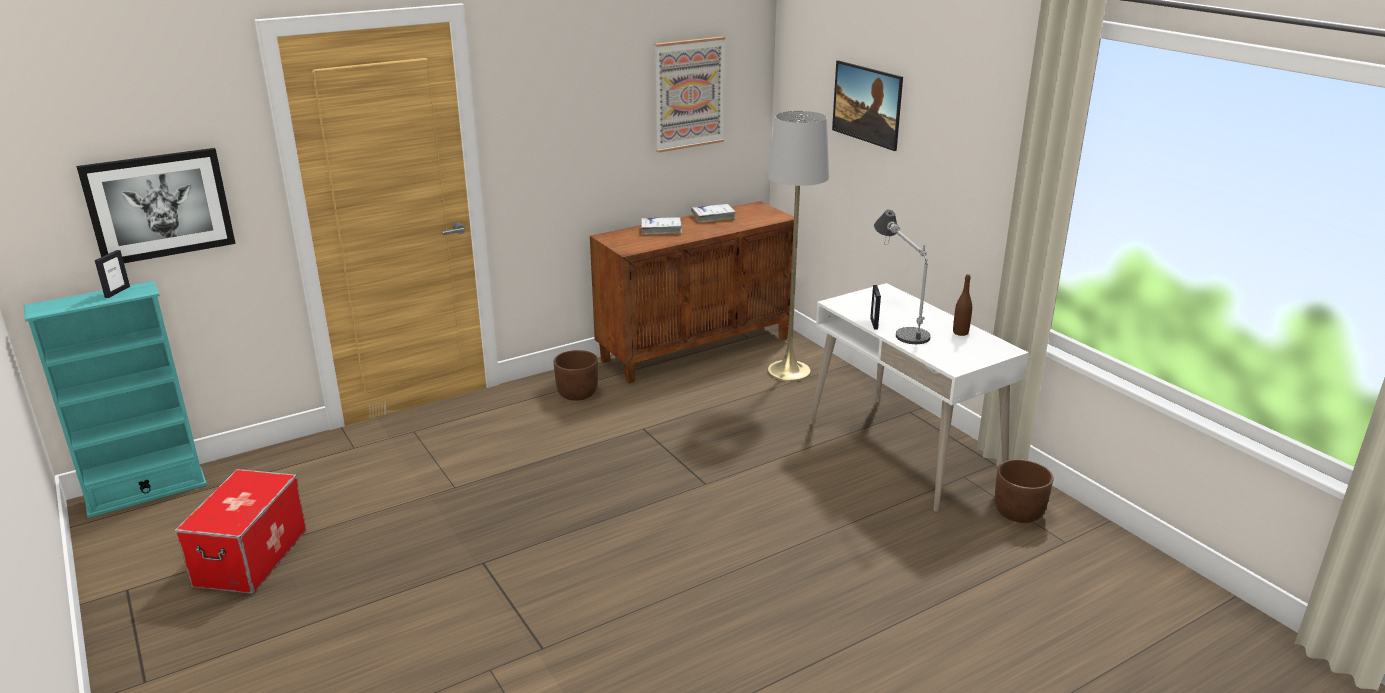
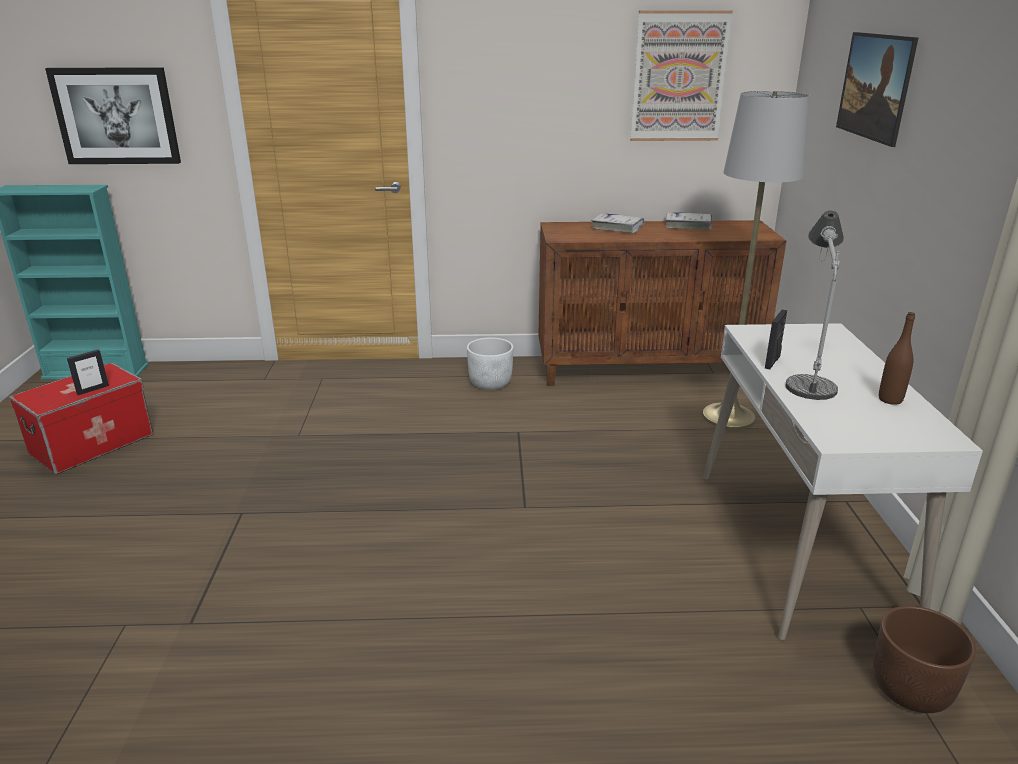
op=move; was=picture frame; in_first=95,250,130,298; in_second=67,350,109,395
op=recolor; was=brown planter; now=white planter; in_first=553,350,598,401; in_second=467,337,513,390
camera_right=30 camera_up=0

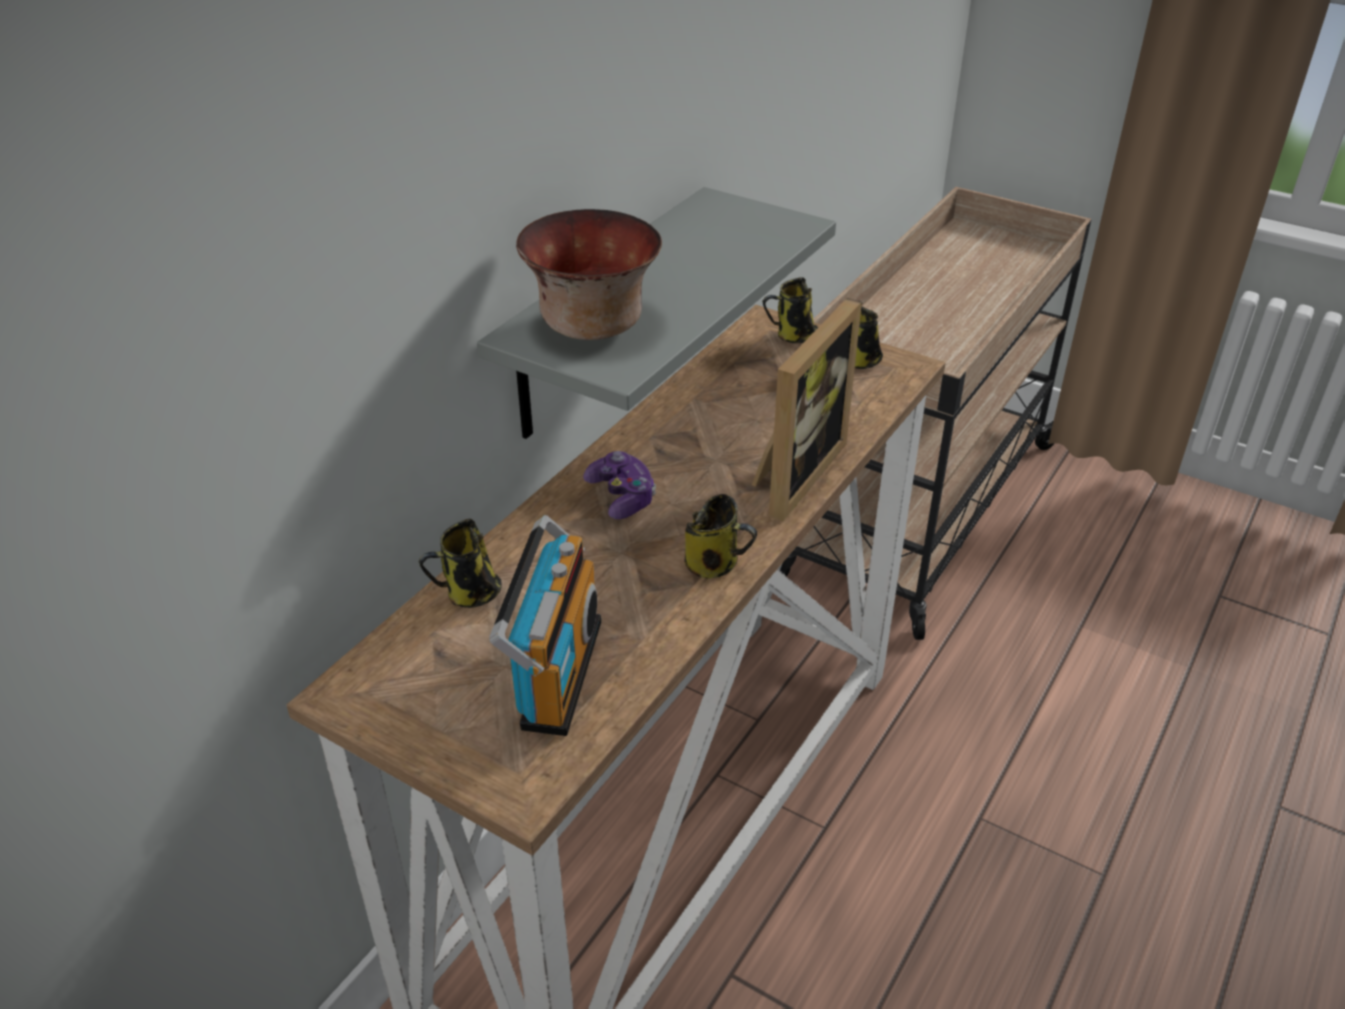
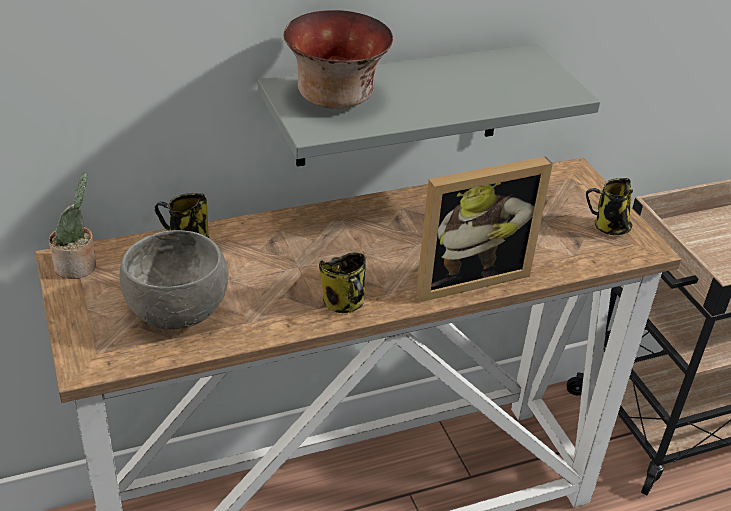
op=delete; was=mug; in_first=762,277,818,343
op=delete; was=game controller; in_first=583,451,656,519
op=replace; was=radio; now=grey bowl; in_first=489,515,601,736; in_second=119,230,229,330
op=insert; now=potted plant; in_second=49,172,96,279
camera_right=35 camera_up=0

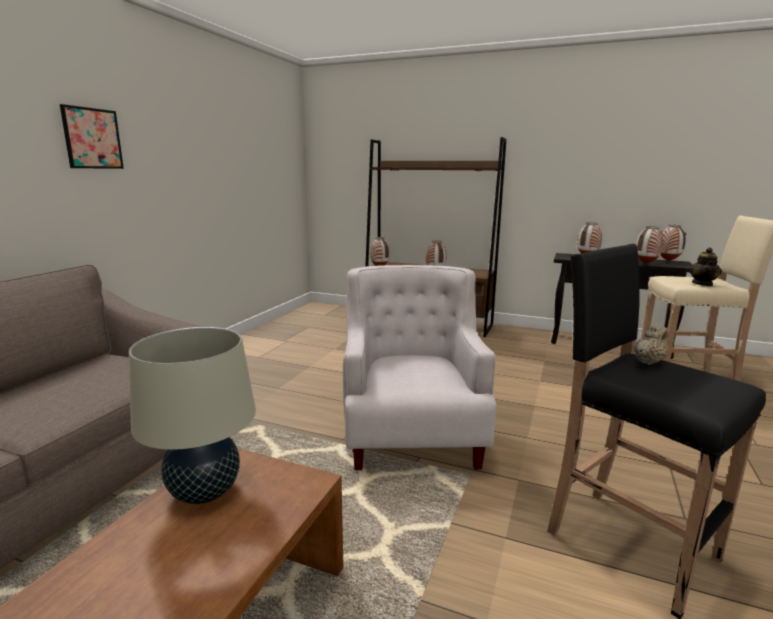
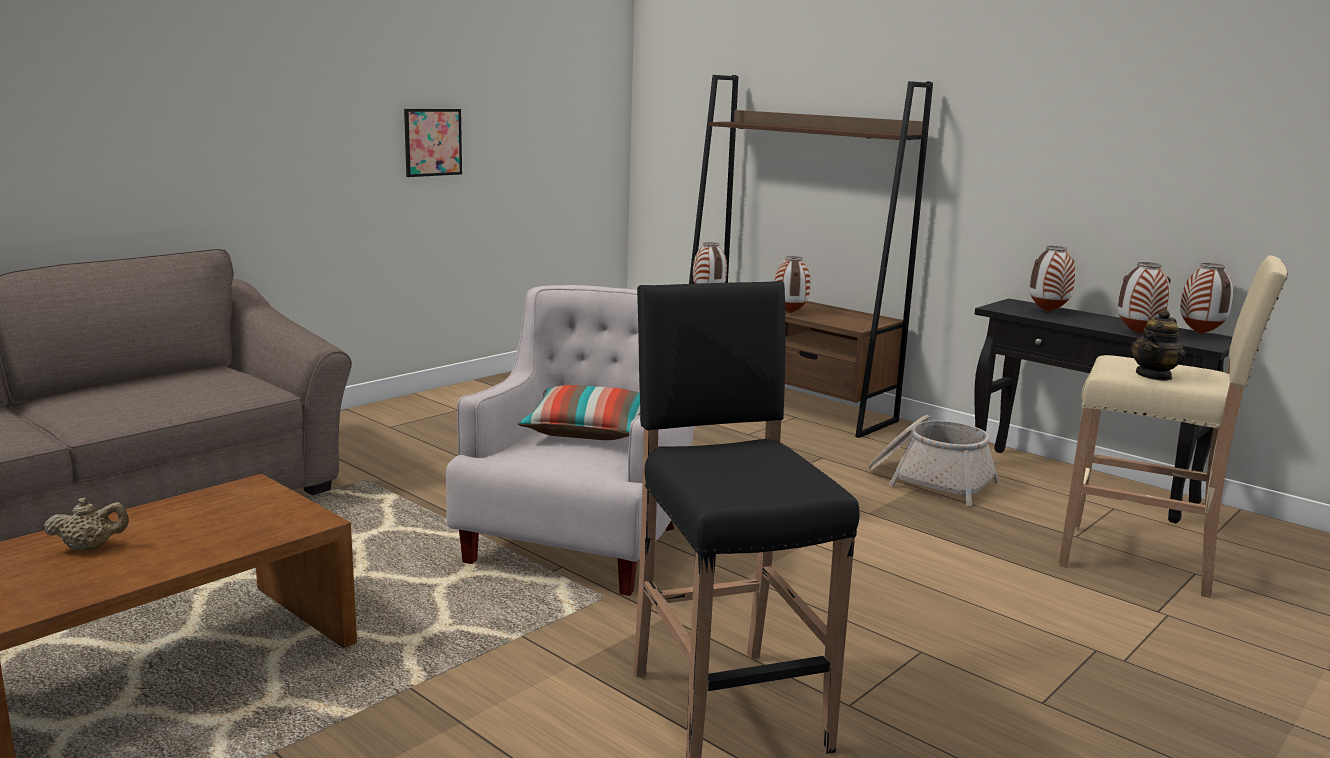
op=move; was=picture; in_first=60,104,124,169; in_second=404,109,462,177
op=move; was=beige teapot; in_first=634,326,669,365; in_second=44,498,129,551
op=delete; was=beige table lamp; in_first=129,327,256,504
op=insert; now=pillow; in_second=517,385,640,440
op=insert; now=basket; in_second=868,415,999,506
camera_right=20 camera_up=0

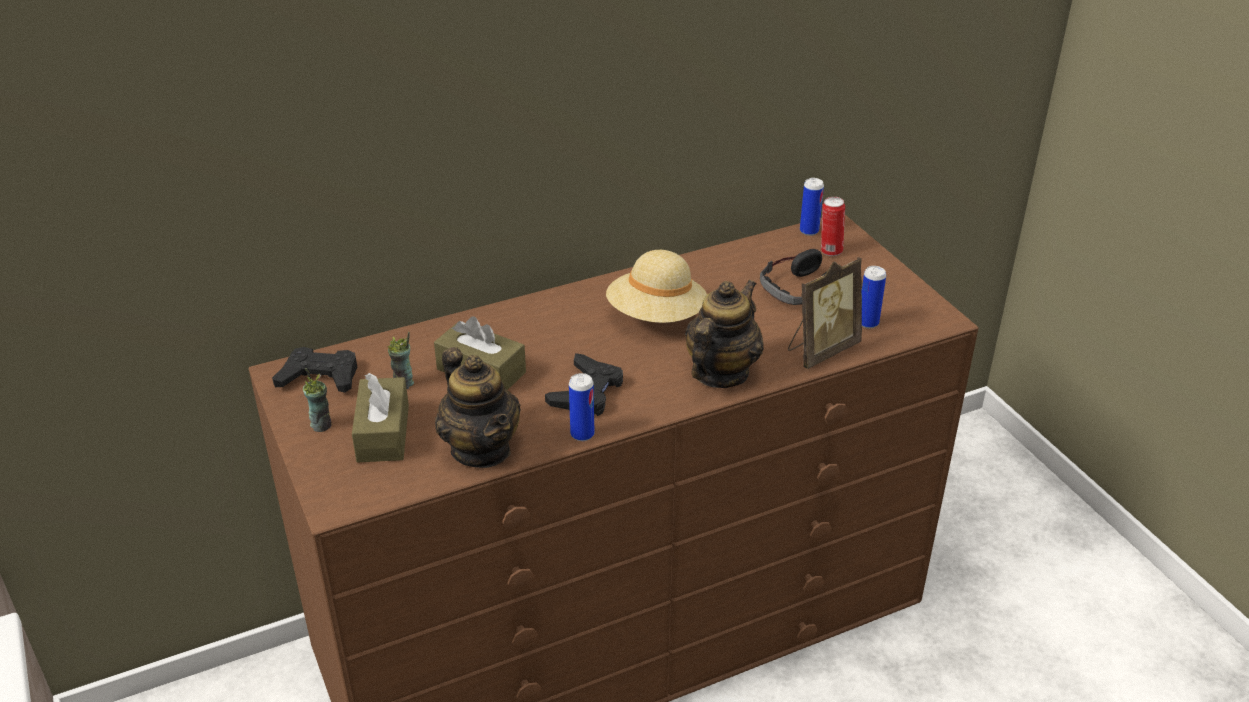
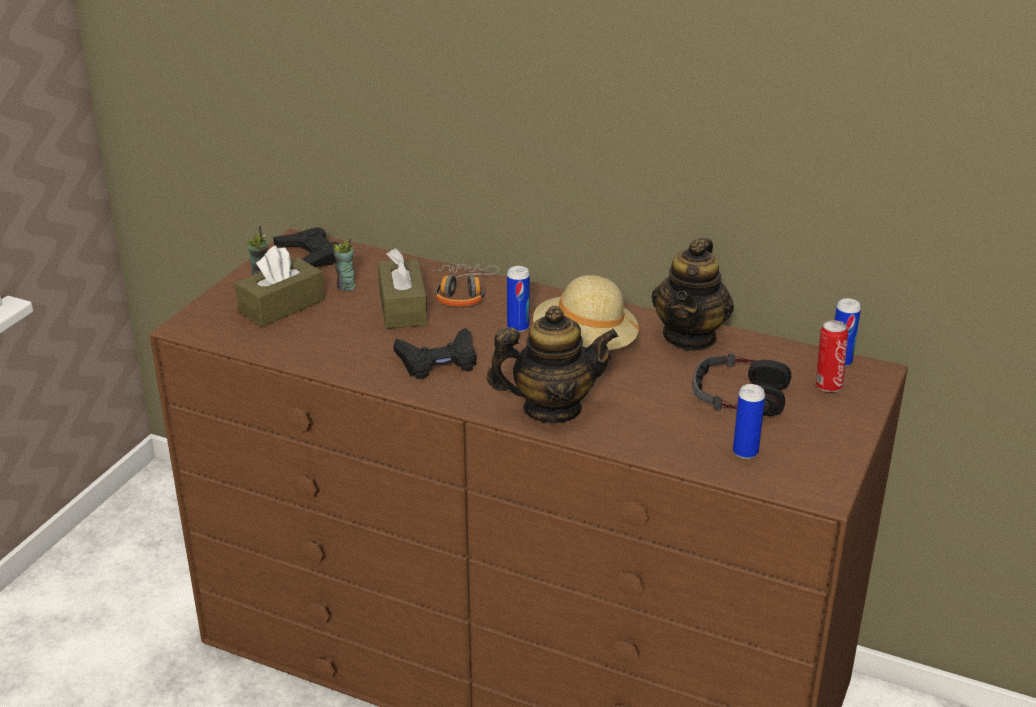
op=delete; was=picture frame; in_first=788,257,862,369
op=move; was=teapot; in_first=435,347,521,468; in_second=652,238,734,351
op=move; was=can; in_first=569,373,594,441; in_second=507,266,530,332
op=insert; now=headphones; in_second=431,264,499,306
camera_right=50 camera_up=-5

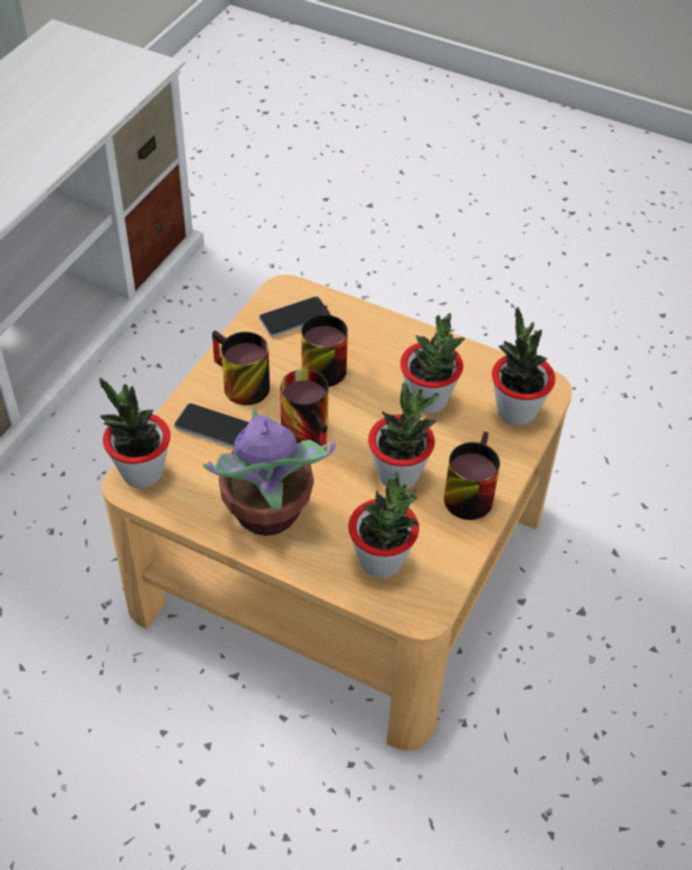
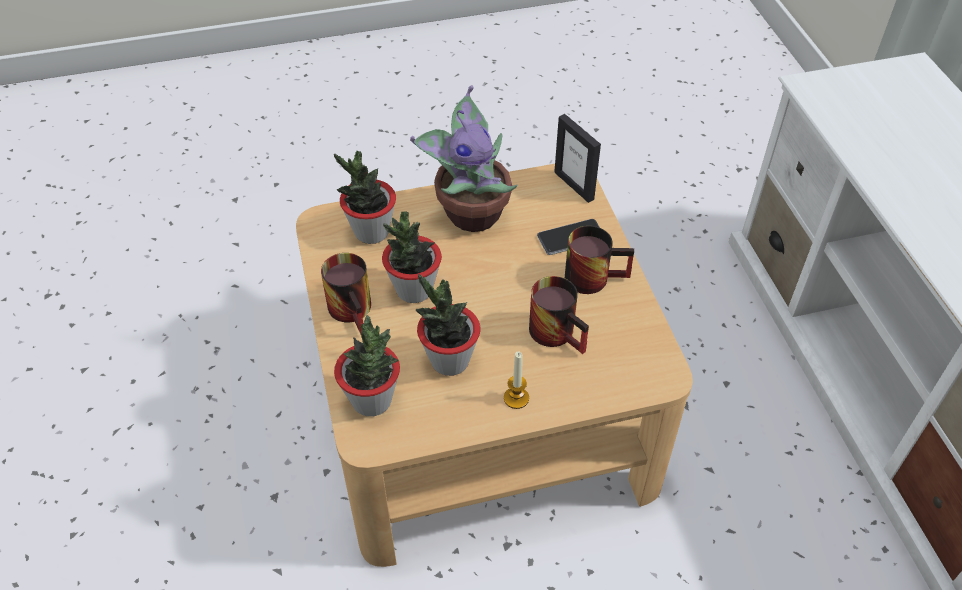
op=delete; was=phone; in_first=259,296,331,337
op=delete; was=mug; in_first=280,369,328,451
op=replace; was=potted plant; now=picture frame; in_first=99,378,170,488; in_second=554,114,601,203
op=insert; now=candle; in_second=504,352,529,409
camera_right=140 camera_up=0

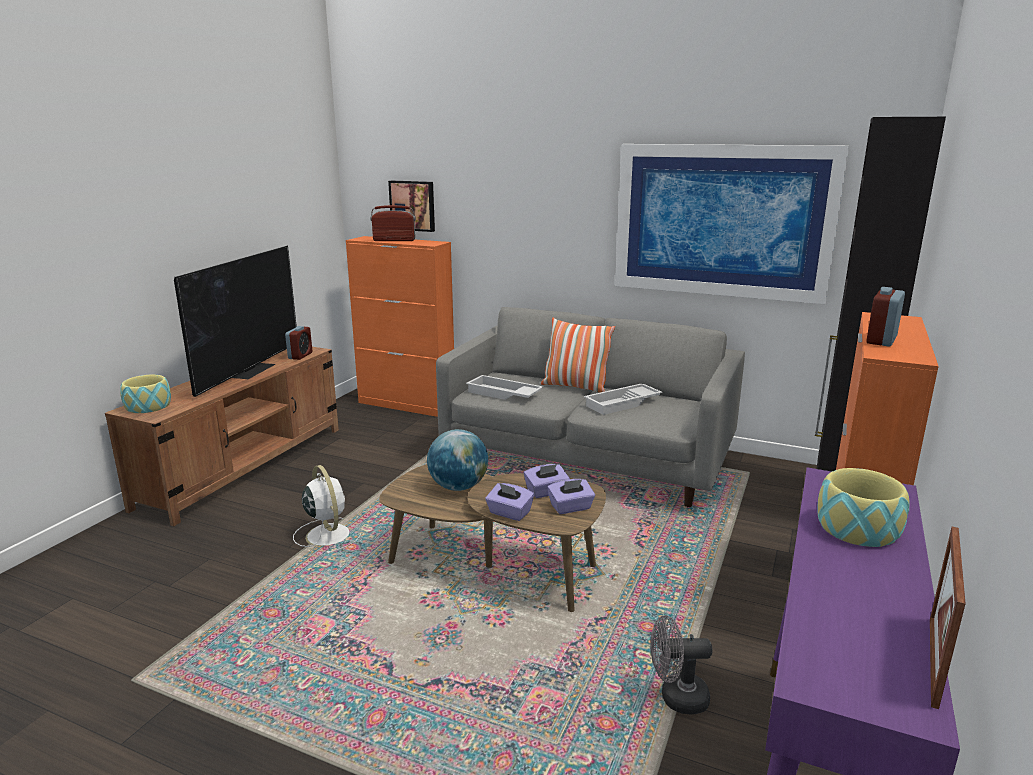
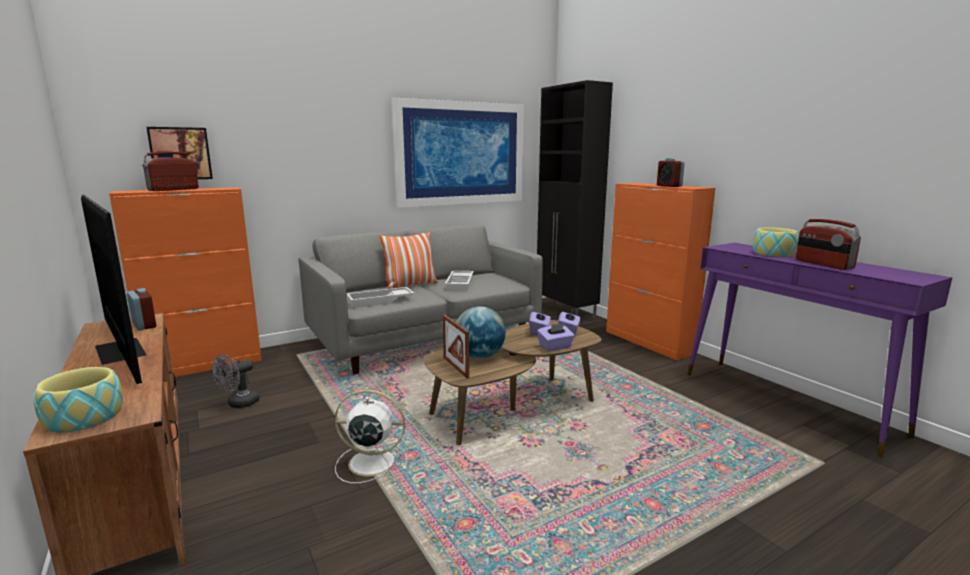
op=move; was=picture frame; in_first=930,527,966,709; in_second=443,315,469,379
op=move; was=grey fan; in_first=650,615,712,714; in_second=212,354,260,408
op=insert; now=radio; in_second=796,219,861,270
camera_right=-55 camera_up=-5

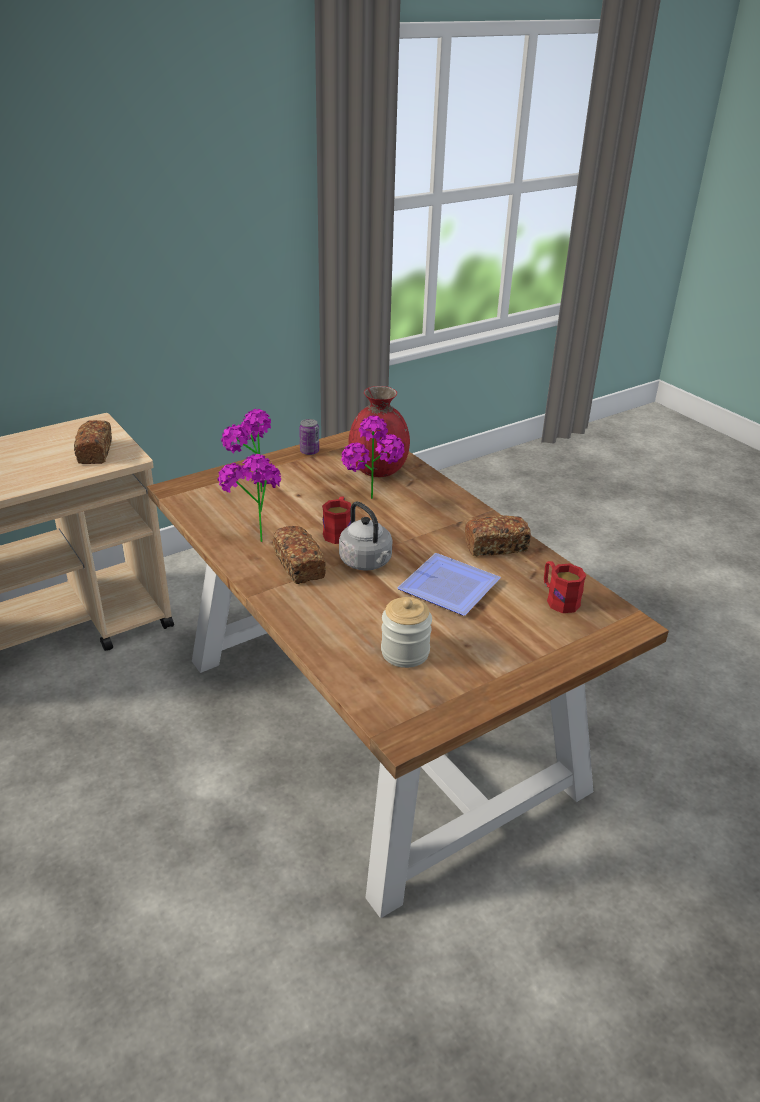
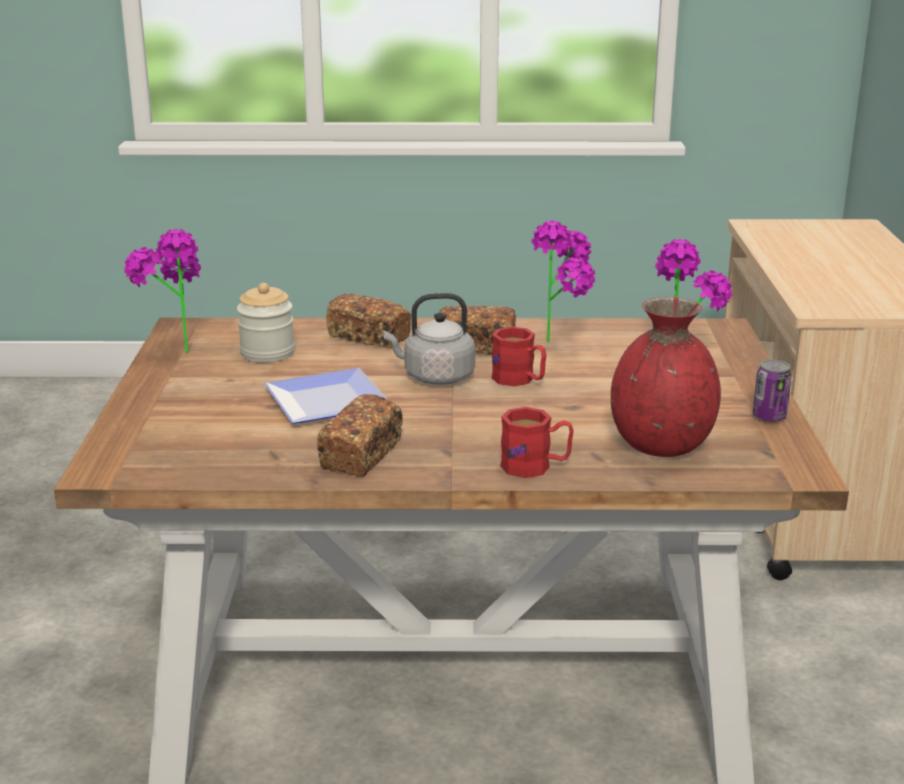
op=move; was=potted plant; in_first=341,415,404,499; in_second=124,229,201,353
op=move; was=bread; in_first=74,420,112,464; in_second=326,294,411,348
op=move; was=red mug; in_first=544,561,586,613; in_second=500,407,574,478
camera_right=125 camera_up=-10

